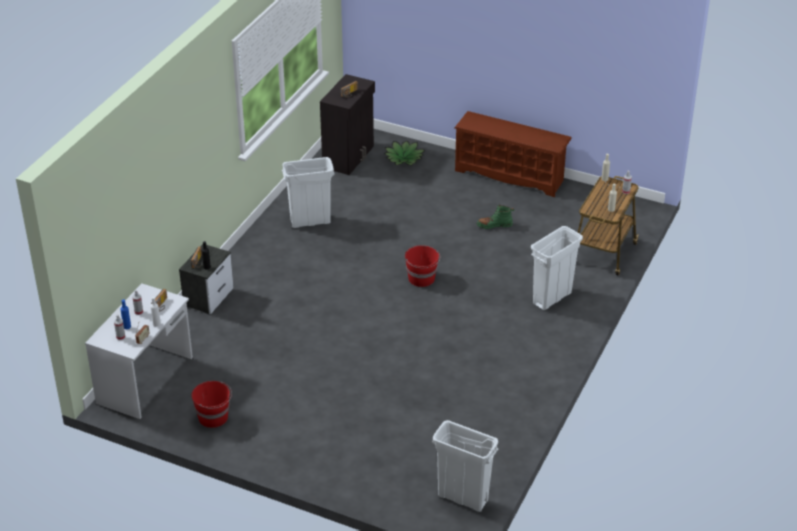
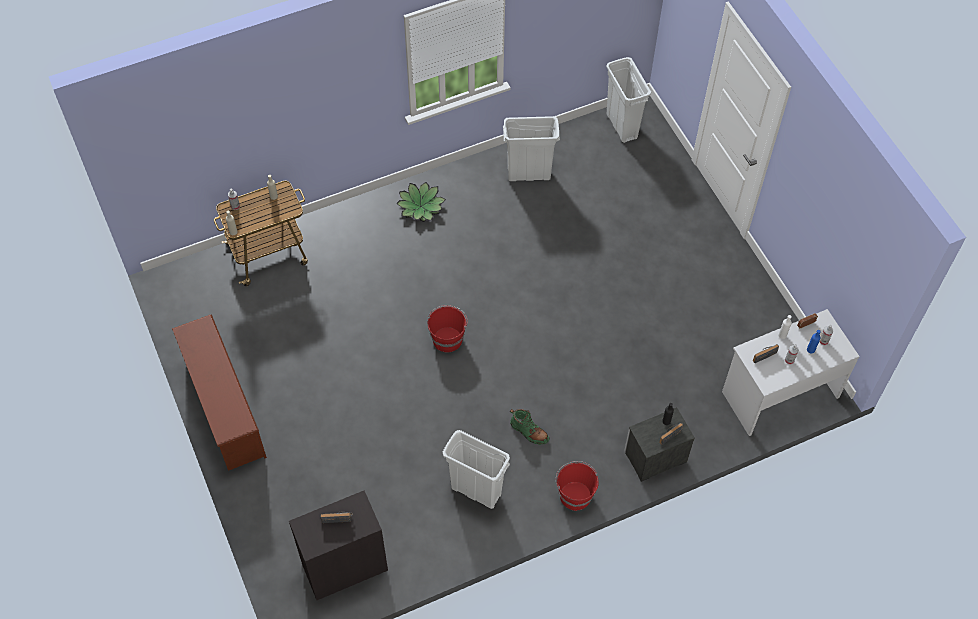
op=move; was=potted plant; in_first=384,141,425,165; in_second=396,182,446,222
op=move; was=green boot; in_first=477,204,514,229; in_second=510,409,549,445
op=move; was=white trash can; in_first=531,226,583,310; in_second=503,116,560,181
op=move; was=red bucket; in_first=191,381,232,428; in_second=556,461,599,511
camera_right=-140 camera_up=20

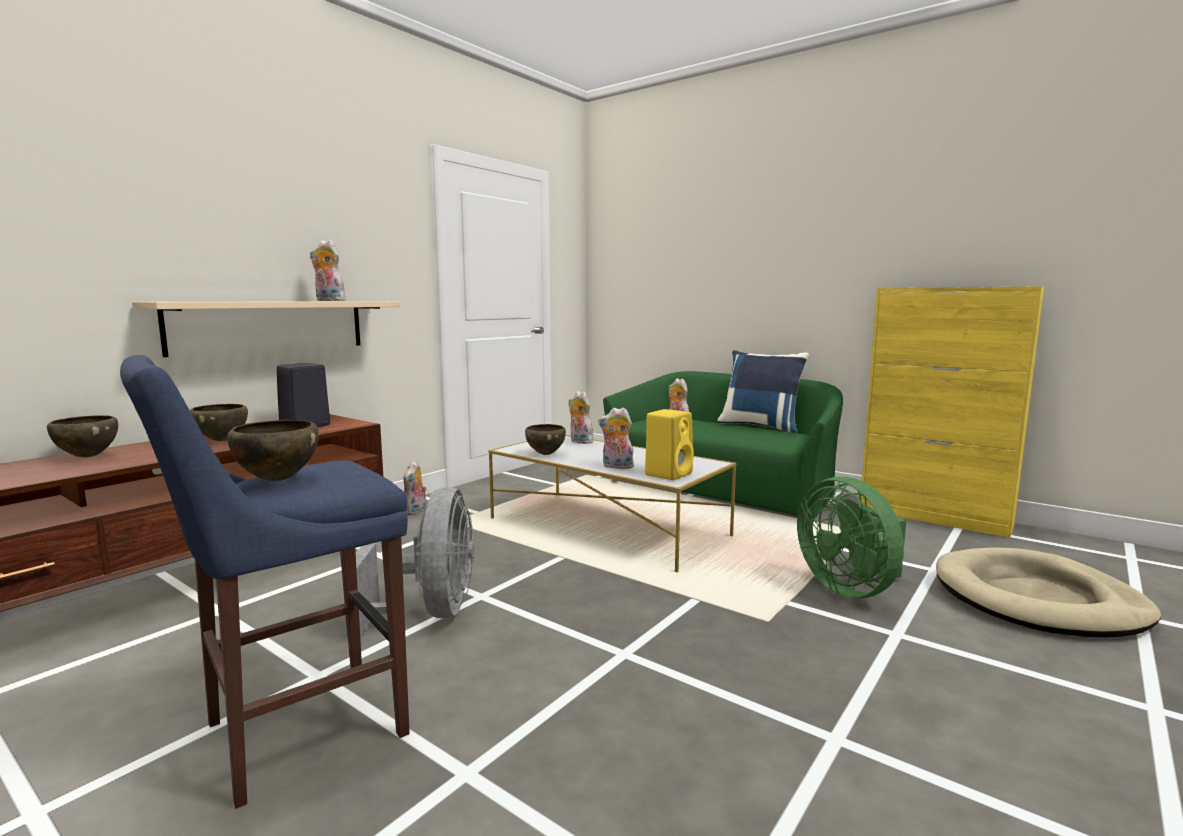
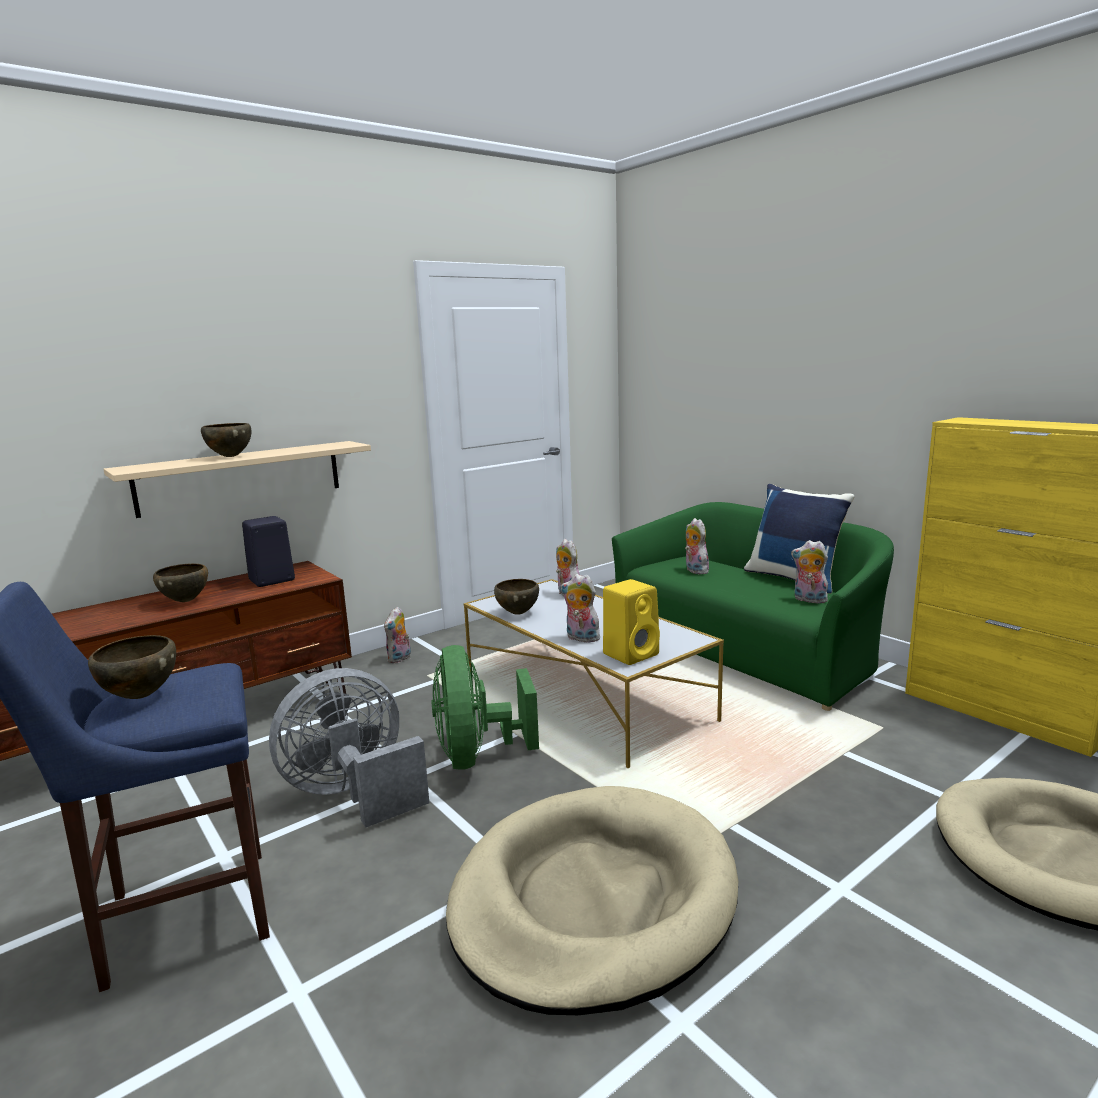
op=move; was=plush toy; in_first=310,239,346,301; in_second=791,540,828,603
op=move; was=brown bowl; in_first=47,415,118,458; in_second=201,423,251,457
op=move; was=green fan; in_first=797,477,906,598; in_second=431,645,539,769
op=rotate; was=grey fan; in_first=343,487,474,638; in_second=269,668,429,828; clockwise=-135
op=insert; now=beige dog bed; in_second=446,786,738,1015
camera_right=15 camera_up=5

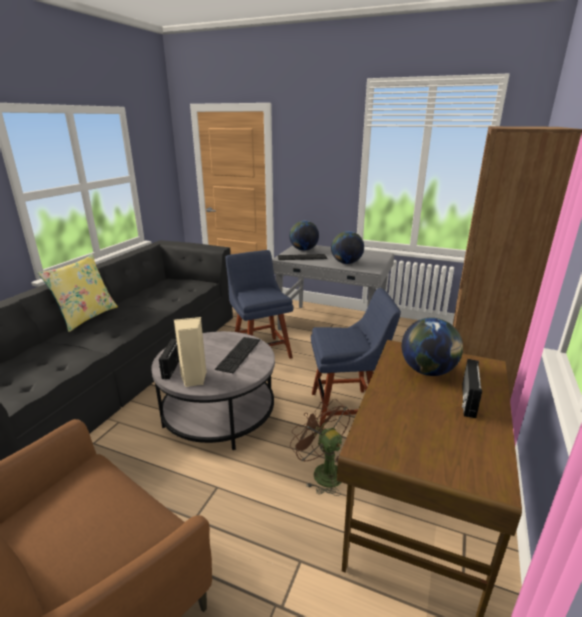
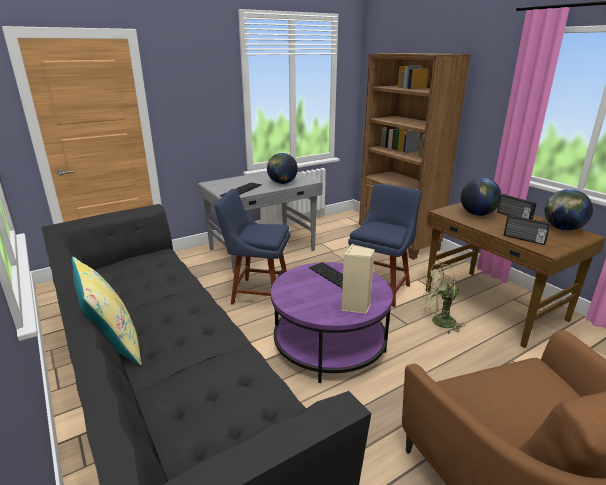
op=move; was=globe; in_first=289,220,319,251; in_second=544,189,593,231
op=recolor; was=grey coffee table; now=purple coffee table; in_first=151,331,275,450; in_second=271,262,393,383
op=move; was=radio; in_first=159,339,179,379; in_second=504,214,551,245
op=recolor; was=brown fan; now=green fan; in_first=290,399,351,496; in_second=422,264,465,334
camera_right=-55 camera_up=0

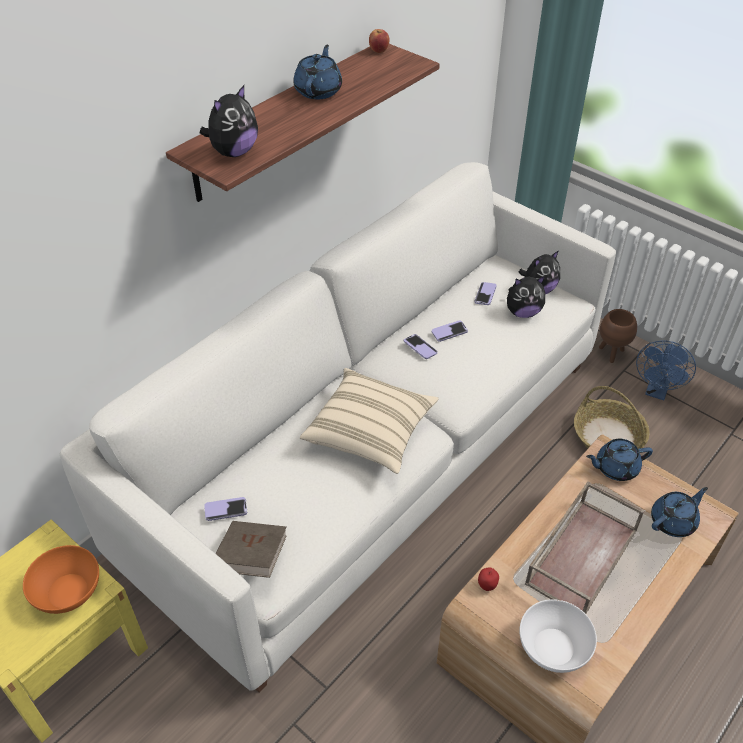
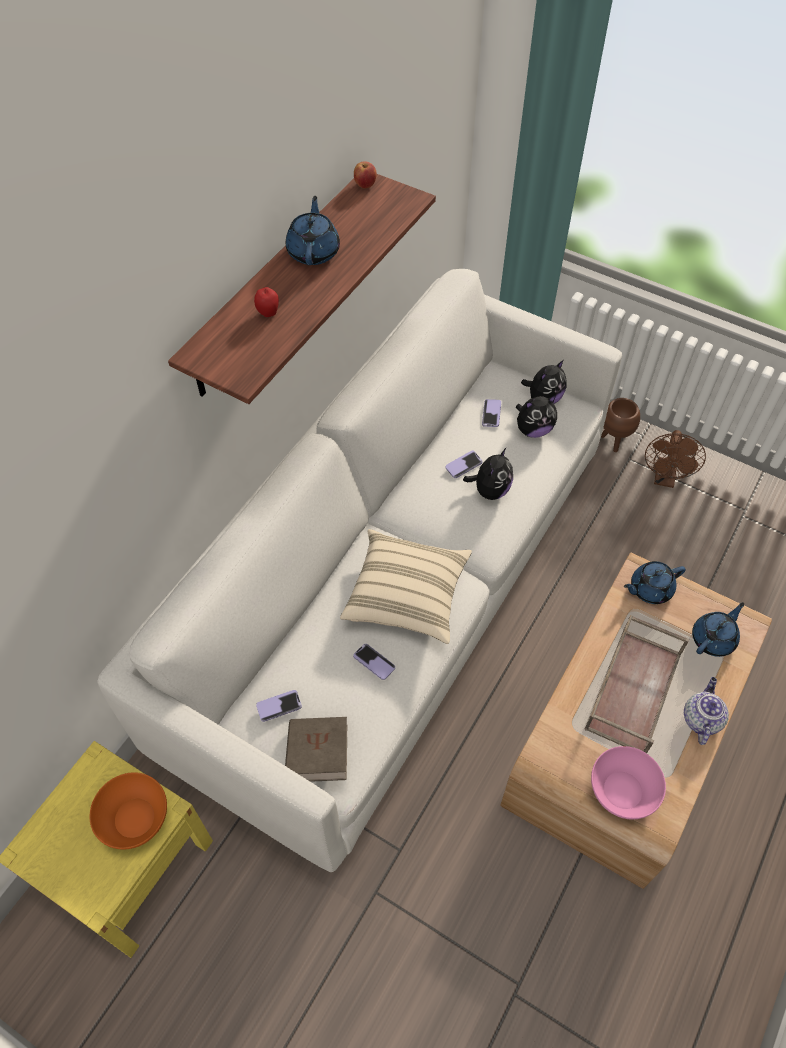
op=move; was=plush toy; in_first=200,85,258,157; in_second=463,448,513,500
op=move; was=phone; in_first=404,334,438,359; in_second=353,644,395,680
op=recolor; was=blue fan; now=brown fan; in_first=636,340,696,400; in_second=645,430,706,488
op=delete; was=basket; in_first=574,386,650,449
op=move; was=apple; in_first=478,567,499,591; in_second=254,287,279,317
op=recolor; was=white bowl; now=pink bowl; in_first=520,599,597,673; in_second=591,746,666,820
op=insert; now=teapot; in_second=684,677,729,745
camera_right=-10 camera_up=10

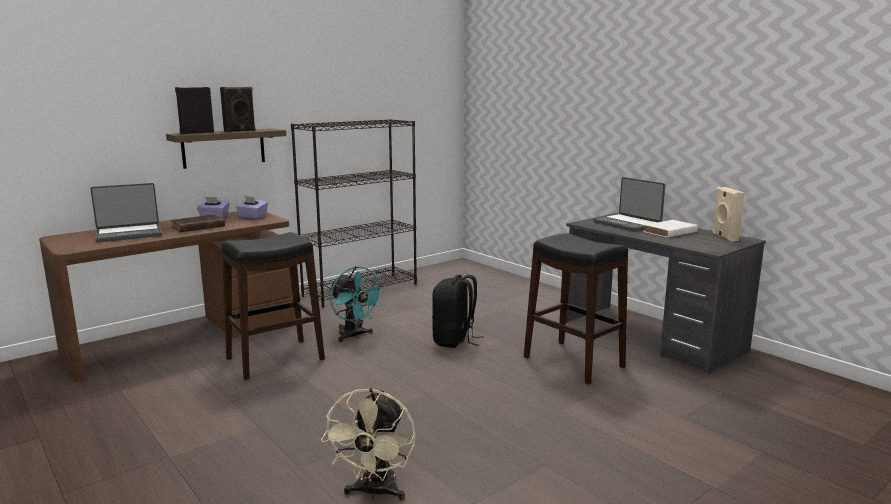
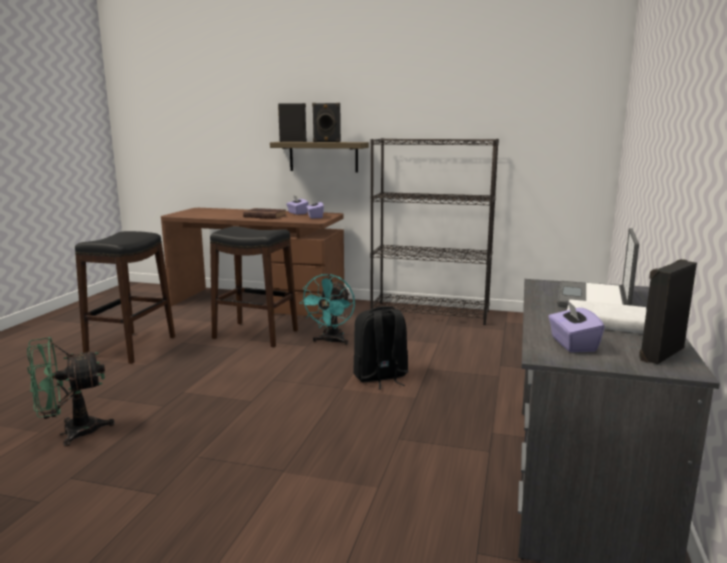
op=delete; was=laptop; in_first=90,183,162,242
op=recolor; was=beige speaker; now=black speaker; in_first=712,187,745,242; in_second=639,259,697,364
op=move; was=black stool; in_first=524,233,628,385; in_second=75,231,175,364
op=recolor; was=beige fan; now=green fan; in_first=321,388,416,500; in_second=27,337,115,447
op=insert; now=purple tissue box; in_second=548,300,605,352
camera_right=55 camera_up=0

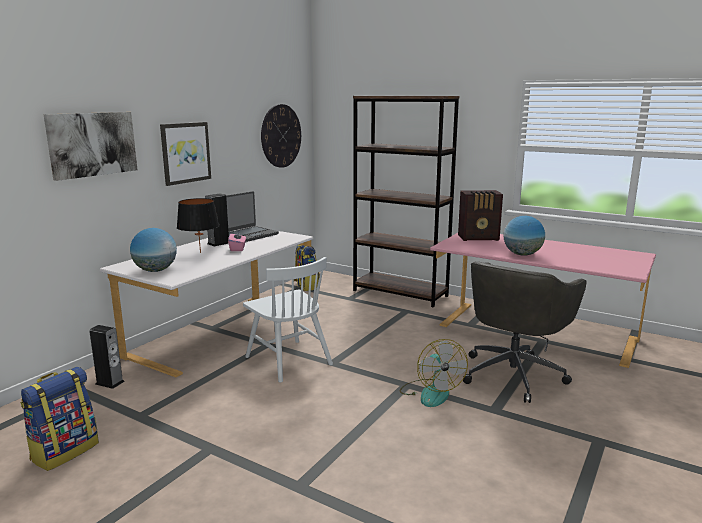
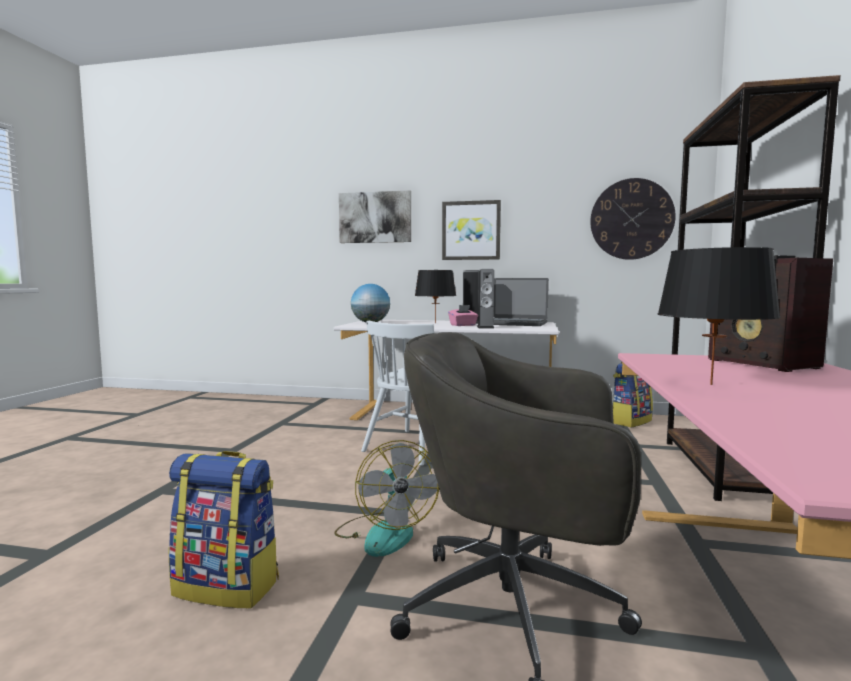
op=replace; was=globe; now=black table lamp; in_first=504,216,545,256; in_second=658,247,781,385
op=move; was=speaker; in_first=89,325,125,389; in_second=477,269,494,329
op=rotate; was=fan; in_first=400,339,468,407; in_second=334,440,439,557; clockwise=-75
op=move; was=backpack; in_first=20,367,99,471; in_second=168,451,279,608
camera_right=70 camera_up=-10

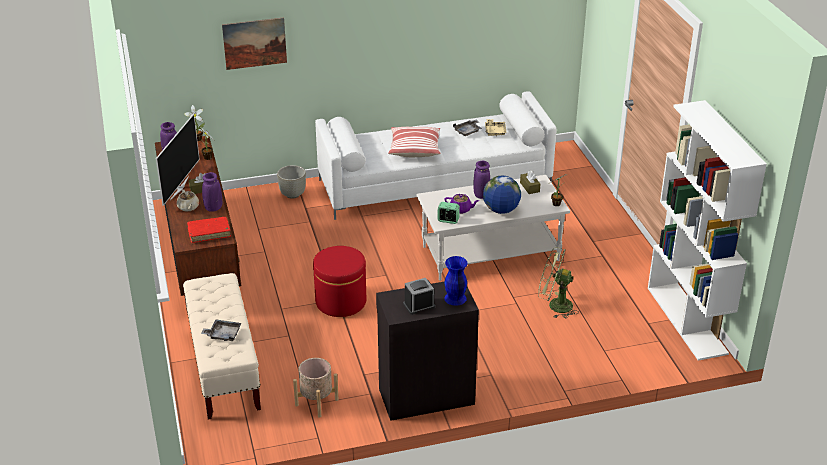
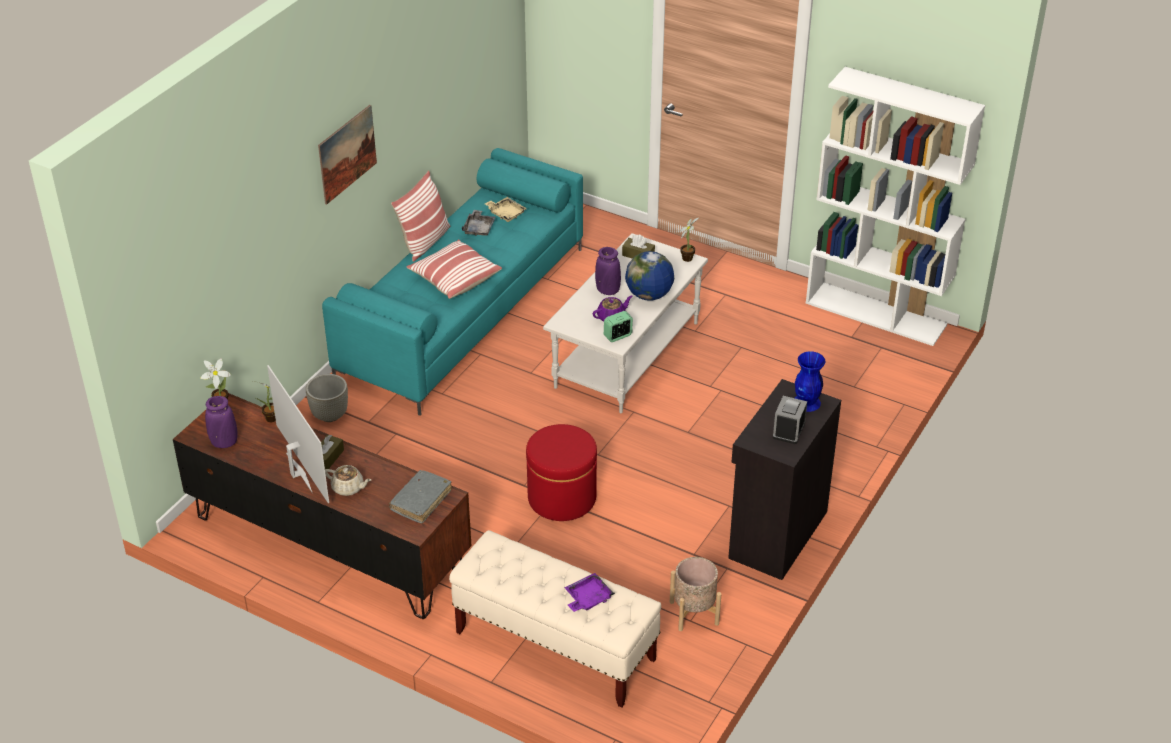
op=move; was=picture; in_first=222,17,287,70; in_second=318,105,377,205
op=recolor; was=white sofa; now=turquoise sofa; in_first=315,91,557,220; in_second=322,148,583,416
op=delete; was=purple vase; in_first=202,172,222,212
op=recolor; was=red book; now=grey book; in_first=187,217,231,243; in_second=389,470,452,524
op=delete; was=green fan; in_first=538,247,579,318
op=recolor; was=grey tray; now=purple tray; in_first=201,319,241,341; in_second=564,573,615,612
op=insert; now=pillow; in_second=391,171,450,262
camera_right=-45 camera_up=5

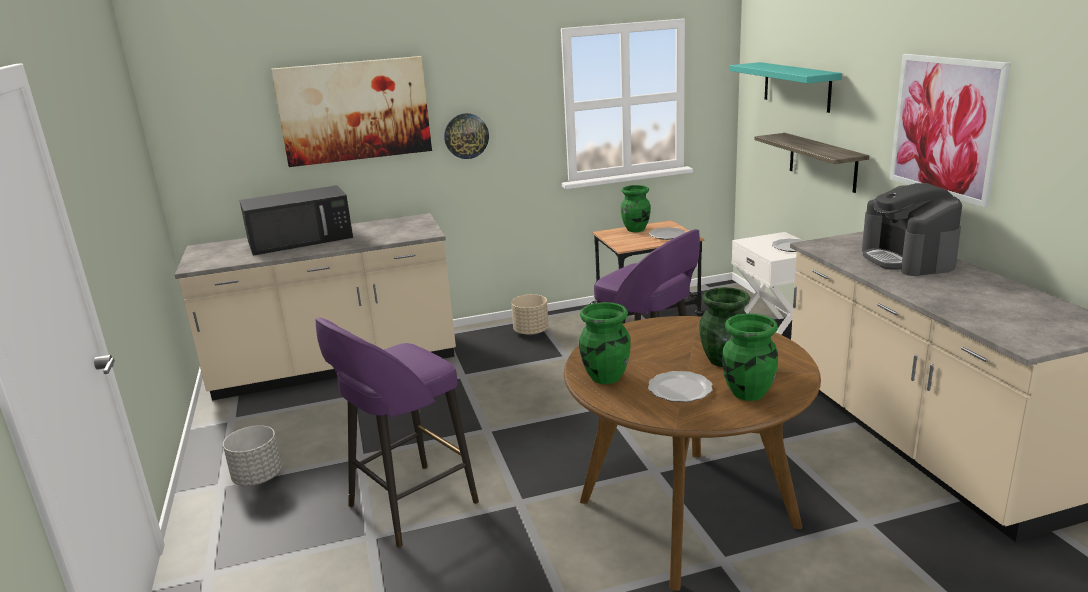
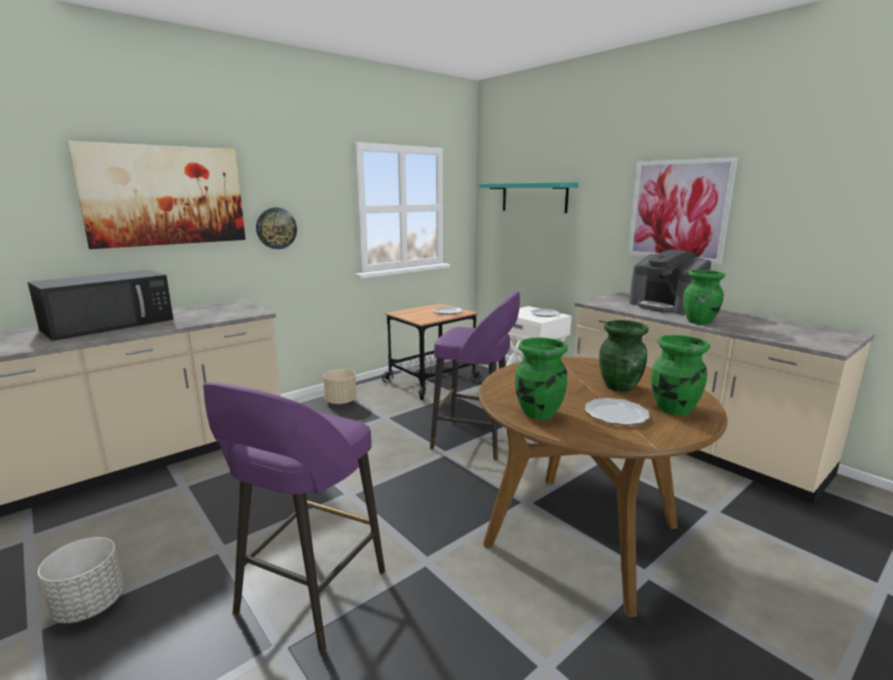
op=delete; was=shelf; in_first=754,133,869,193
op=move; was=green vase; in_first=621,185,651,232; in_second=683,270,725,325
camera_right=-25 camera_up=-5

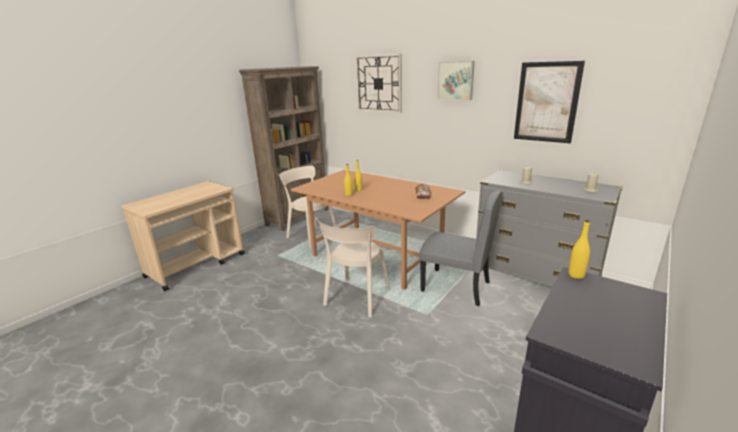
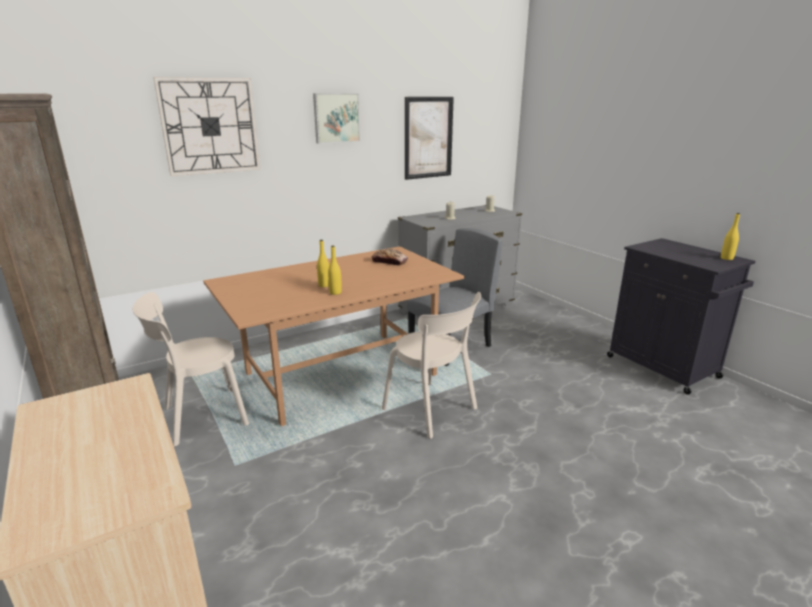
op=move; was=yellow bottle; in_first=568,220,590,279; in_second=721,213,740,260
camera_right=-70 camera_up=0

